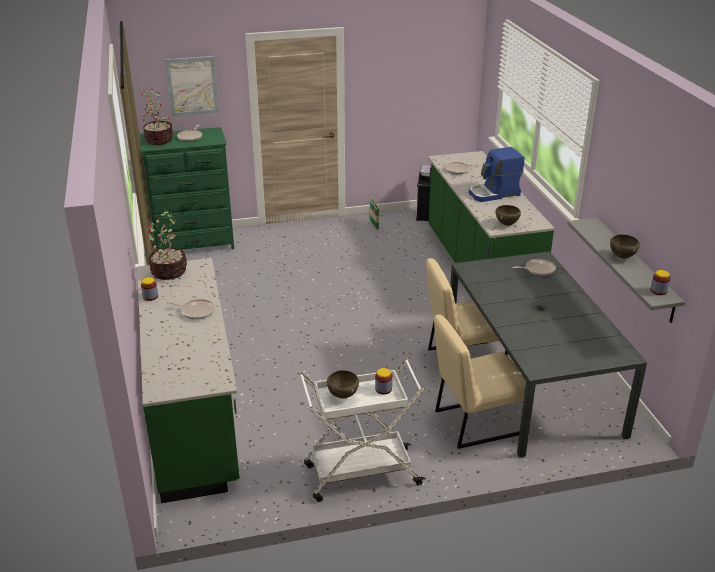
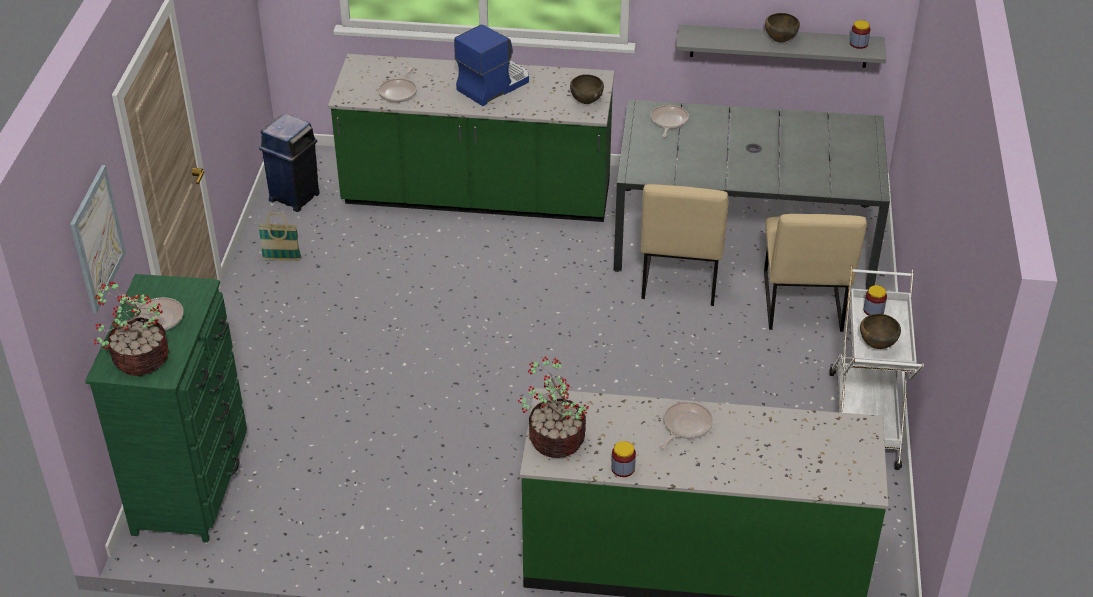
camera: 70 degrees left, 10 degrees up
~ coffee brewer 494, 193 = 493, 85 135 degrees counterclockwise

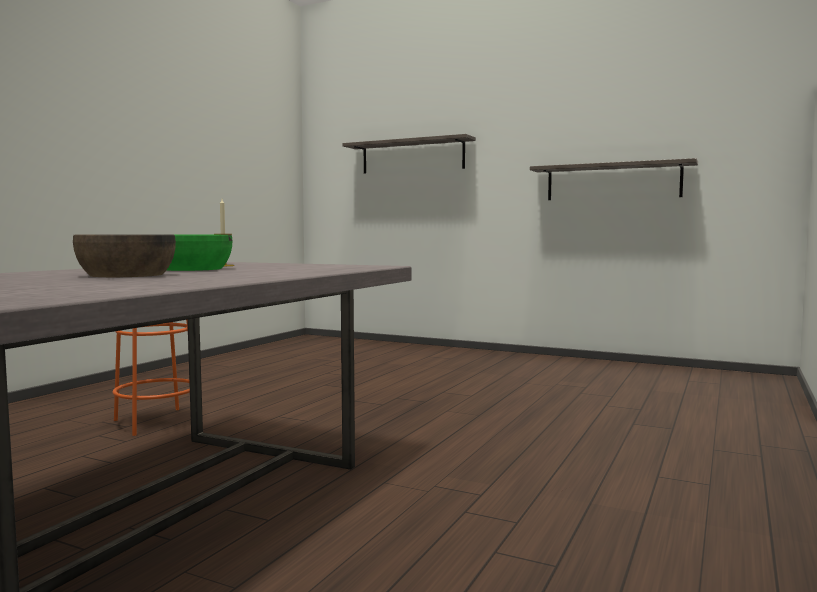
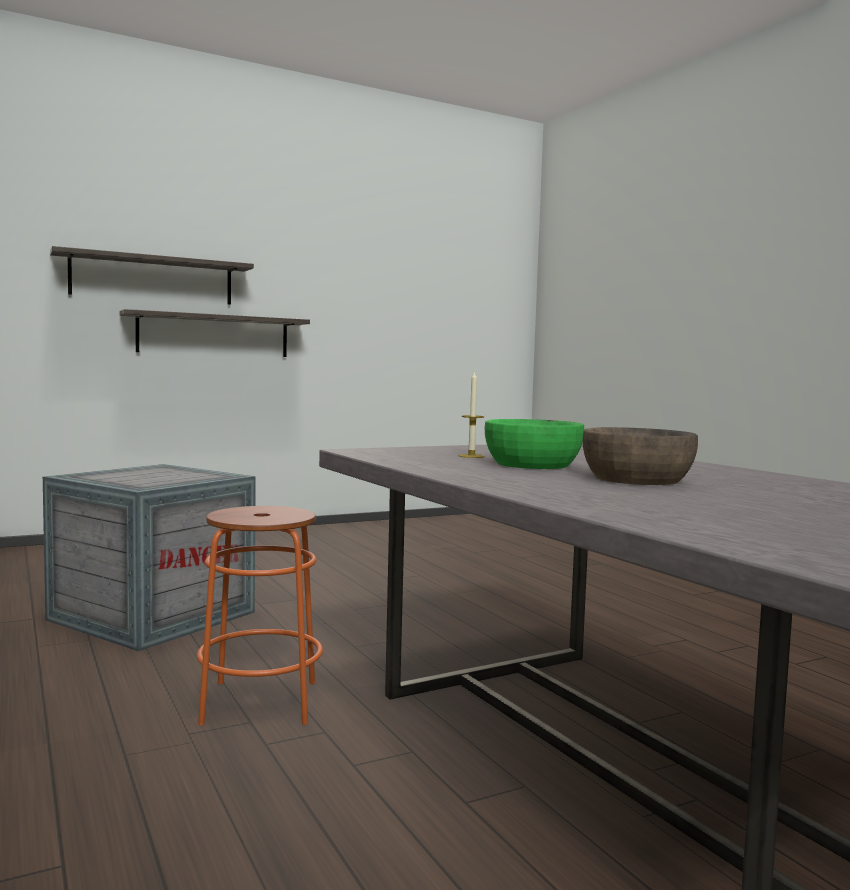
camera: 55 degrees left, 0 degrees up
+ crate 154, 615
~ wall shelf 612, 182 to 214, 335

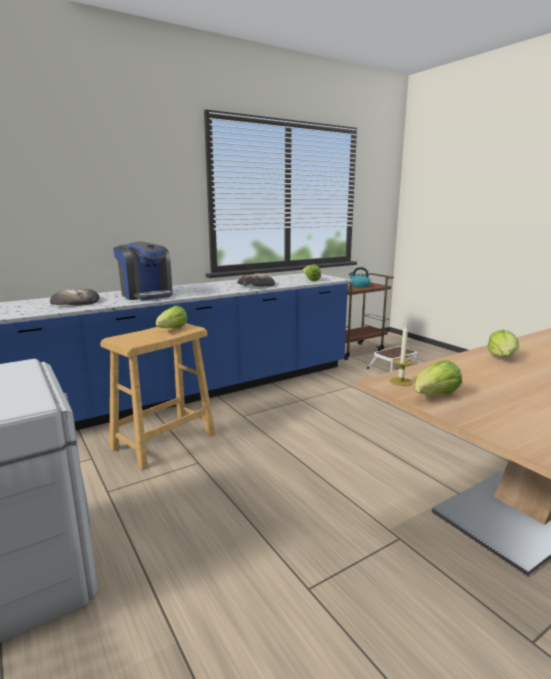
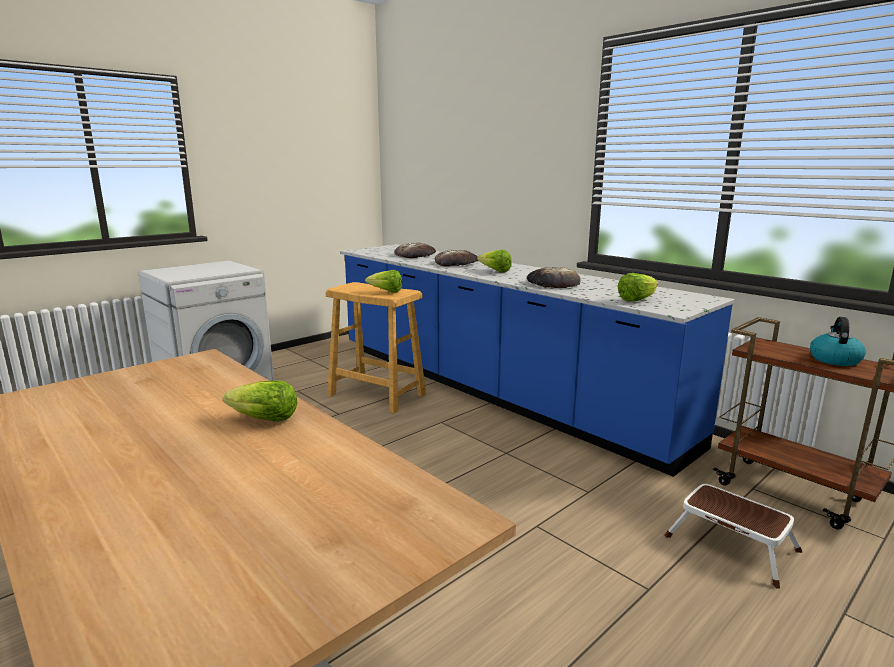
camera: 80 degrees right, 0 degrees up
- wax candle 400, 381
~ lettuce head 435, 396 to 495, 271
~ coffee brewer 146, 295 to bakery bread 456, 263

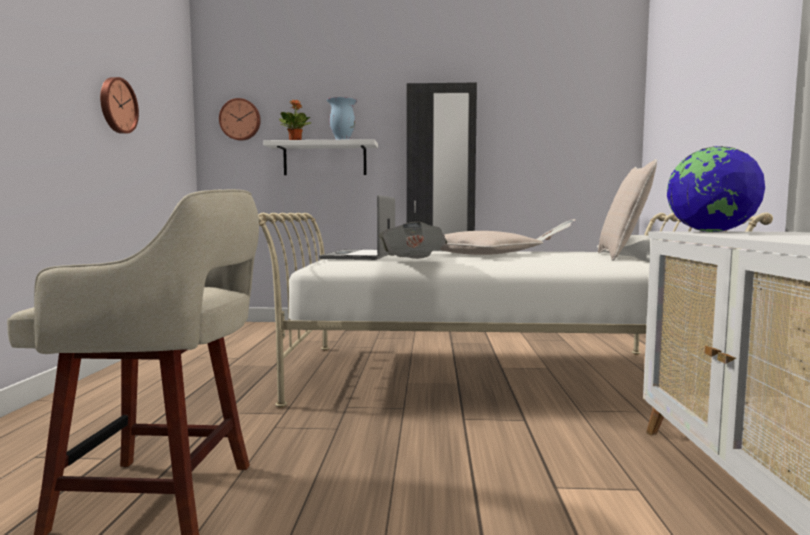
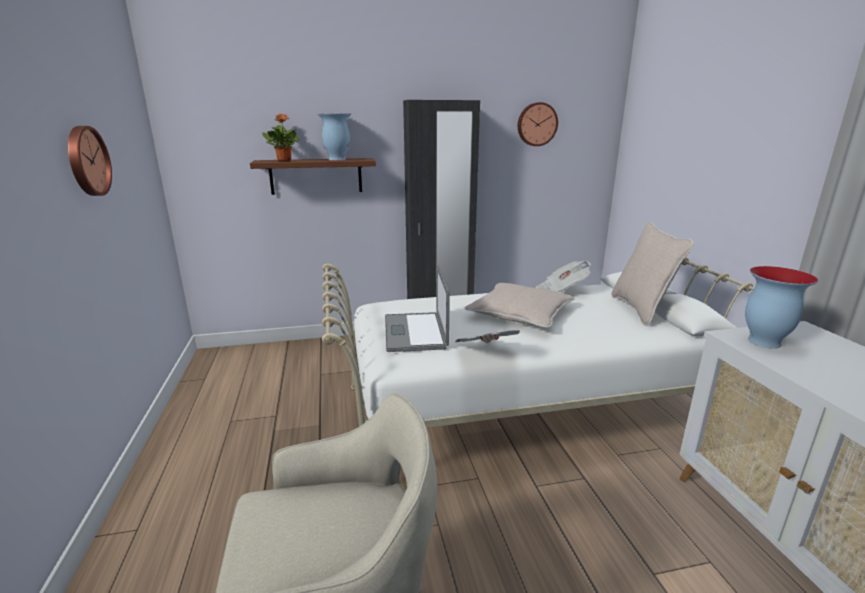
camera: 15 degrees left, 15 degrees up
~ clock on the wall 240, 120 to 536, 124
~ world globe 711, 232 to flower vase 763, 342
~ white wall shelf 325, 159 to brown-coloured wall shelf 316, 176

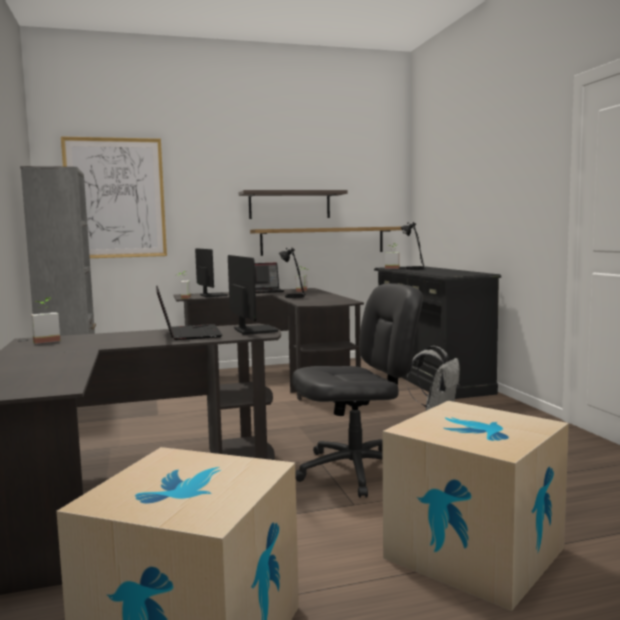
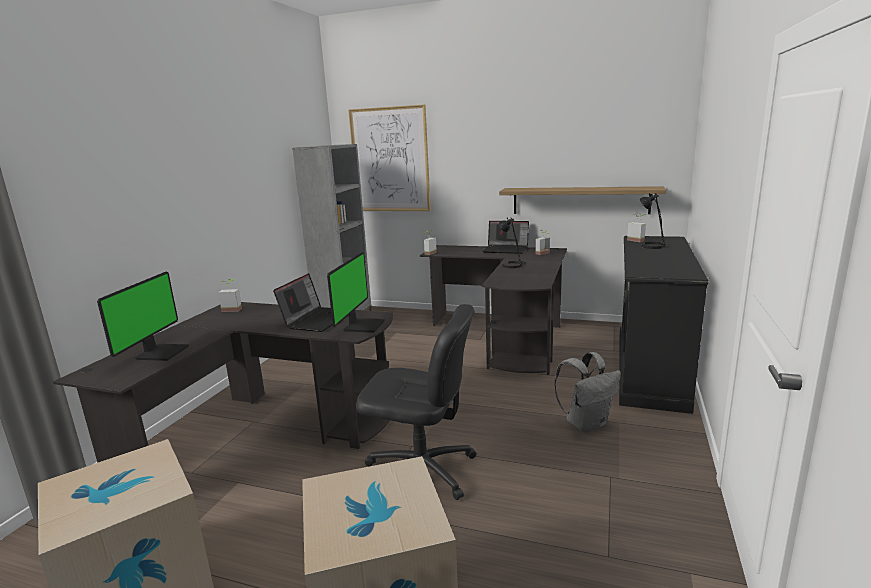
camera: 35 degrees right, 10 degrees up
- wall shelf 289, 205
~ monitor 212, 295 to 161, 352

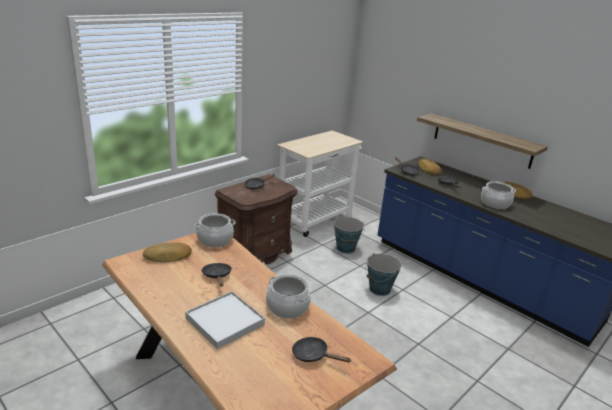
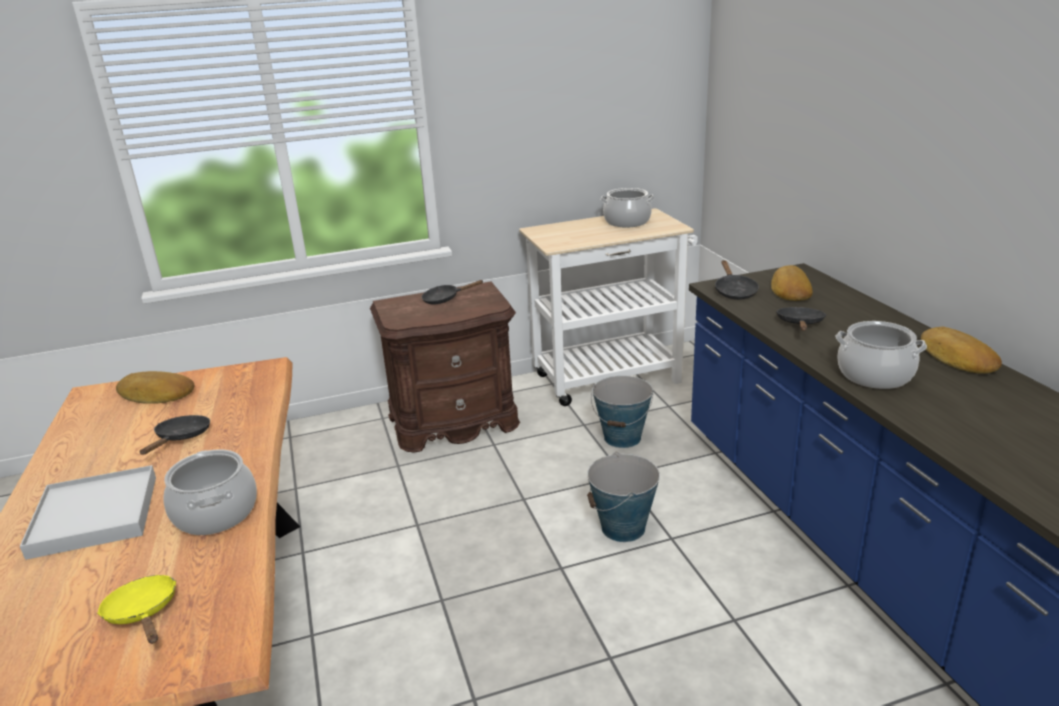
camera: 30 degrees right, 0 degrees up
- wall shelf 482, 140
~ stockpot 215, 240 to 627, 222
~ black-coloured frying pan 313, 355 to yellow frying pan 143, 613

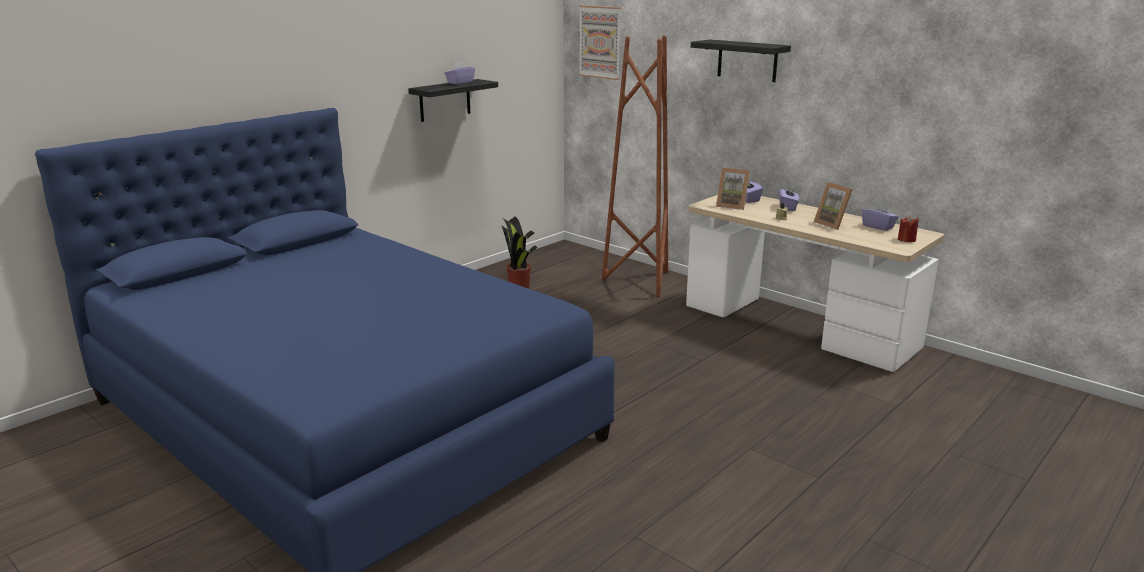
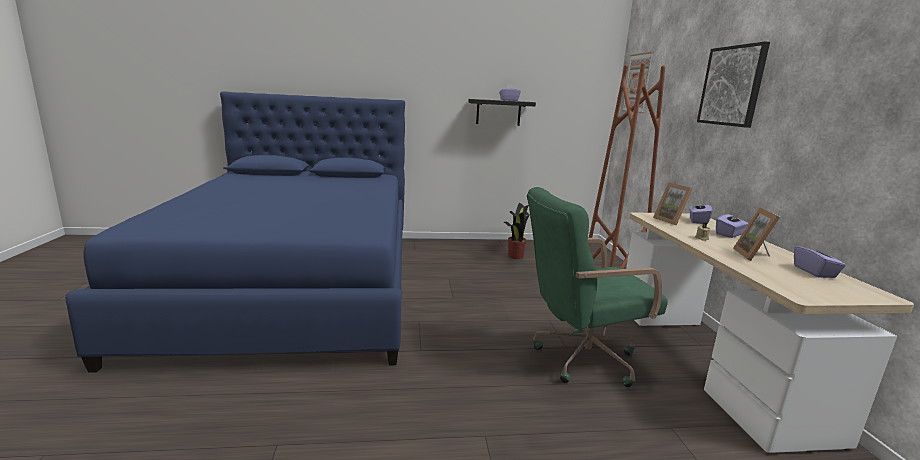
camera: 40 degrees right, 5 degrees down
- red-coloured wax candle 906, 240
+ greenish desk chair 580, 361
~ black-coloured wall shelf 747, 60 to wall art 732, 86

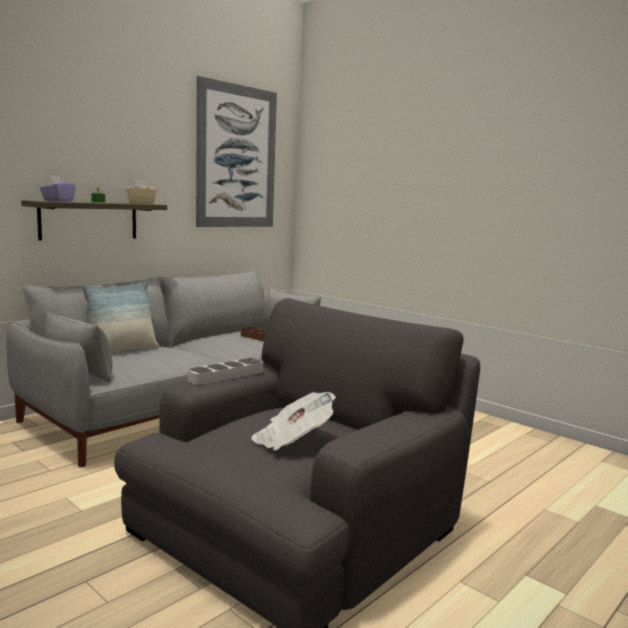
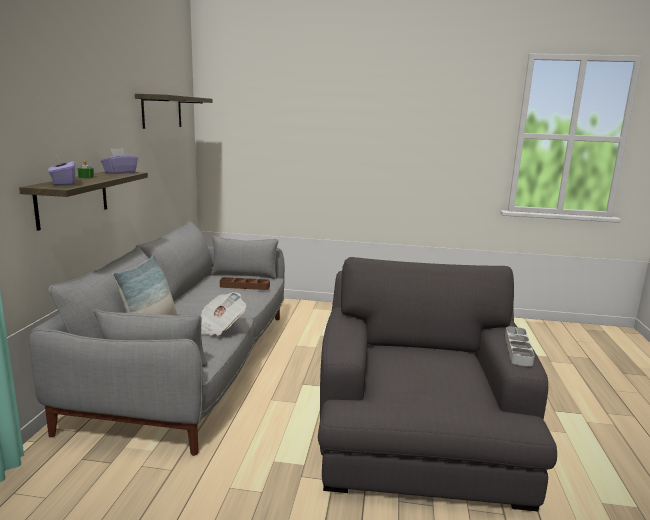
camera: 35 degrees left, 5 degrees up
~ greyish serving tray 226, 375 to 518, 349
~ printed paper 292, 440 to 218, 327
~ wall art 237, 157 to wall shelf 162, 111
~ beige-coloured tissue box 141, 203 to purple-coloured tissue box 120, 172

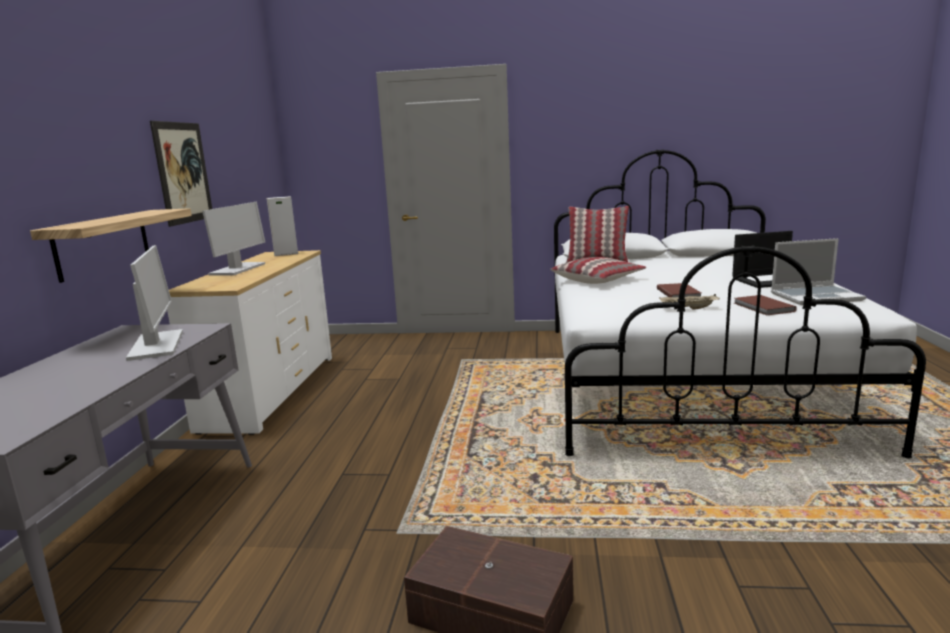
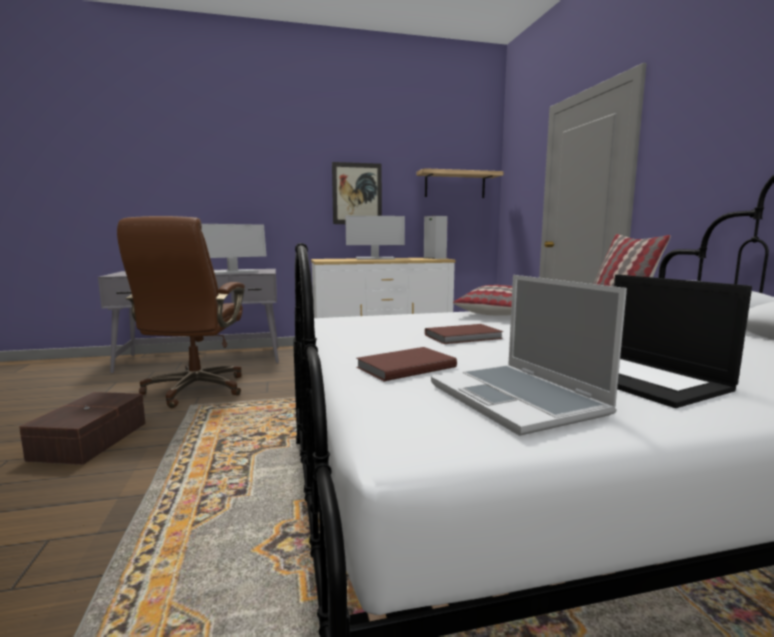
camera: 70 degrees right, 5 degrees down
- beige-coloured serving tray 688, 309
+ brown-coloured desk chair 197, 388
~ wall shelf 103, 243 to 455, 185

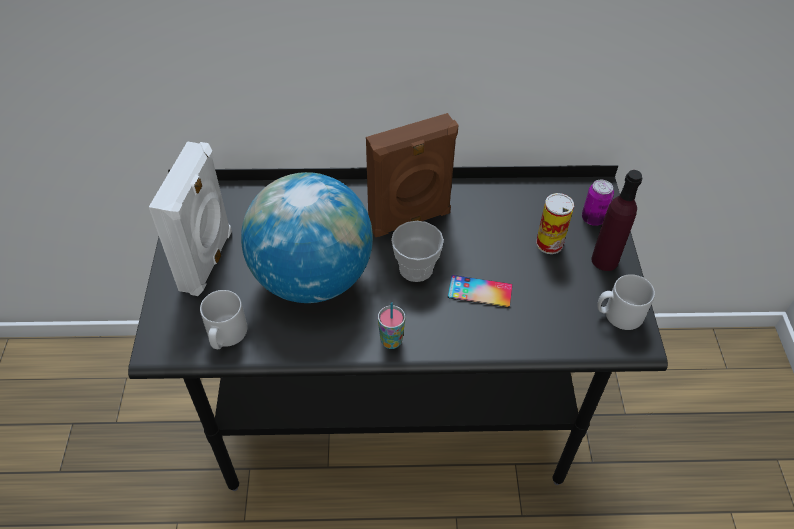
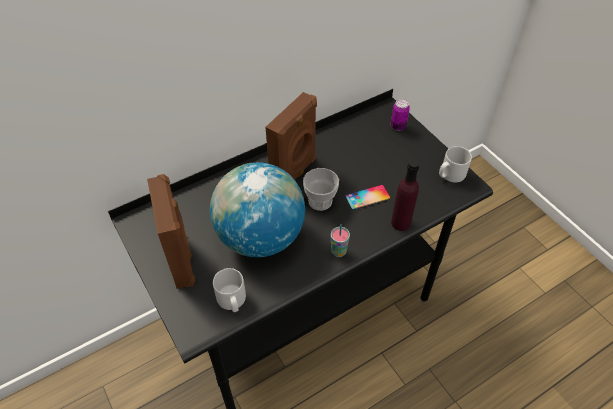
camera: 30 degrees left, 0 degrees up
- metal can 549, 243
~ purple-coloured drink bottle 604, 260 to 400, 223
~ white loudspeaker 208, 261 to brown-coloured loudspeaker 182, 259

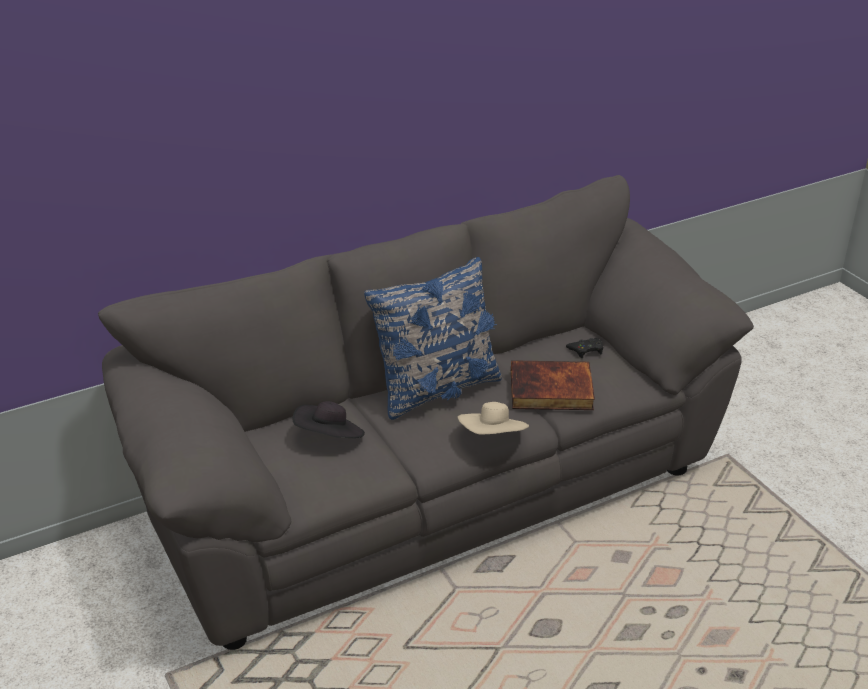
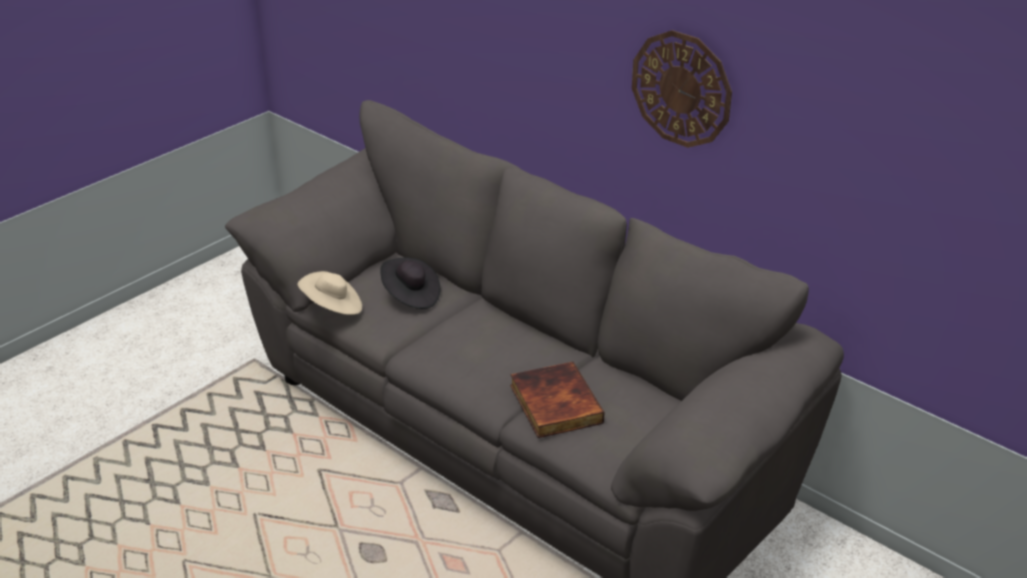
camera: 70 degrees right, 0 degrees up
- blue throw pillow 437, 391
- black-coloured joypad 586, 350
+ clock on the wall 681, 89
~ beige-coloured clothing hat 493, 438 to 332, 307

